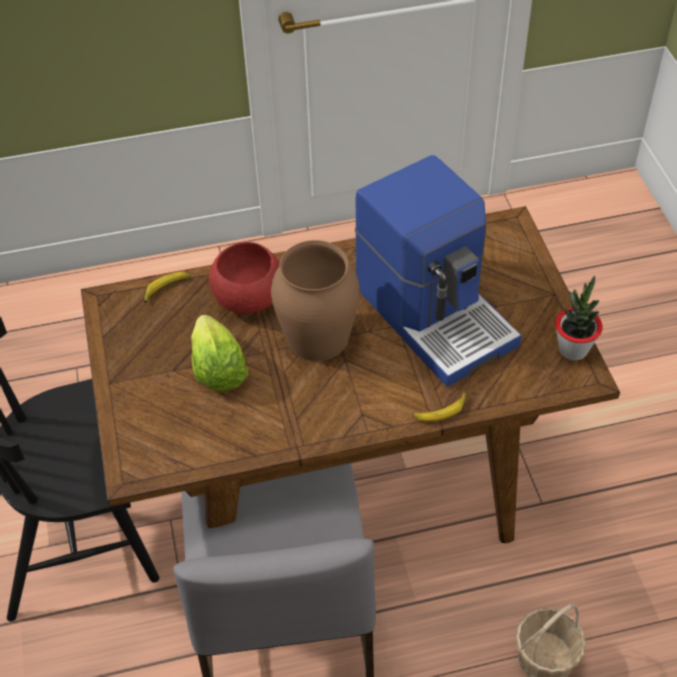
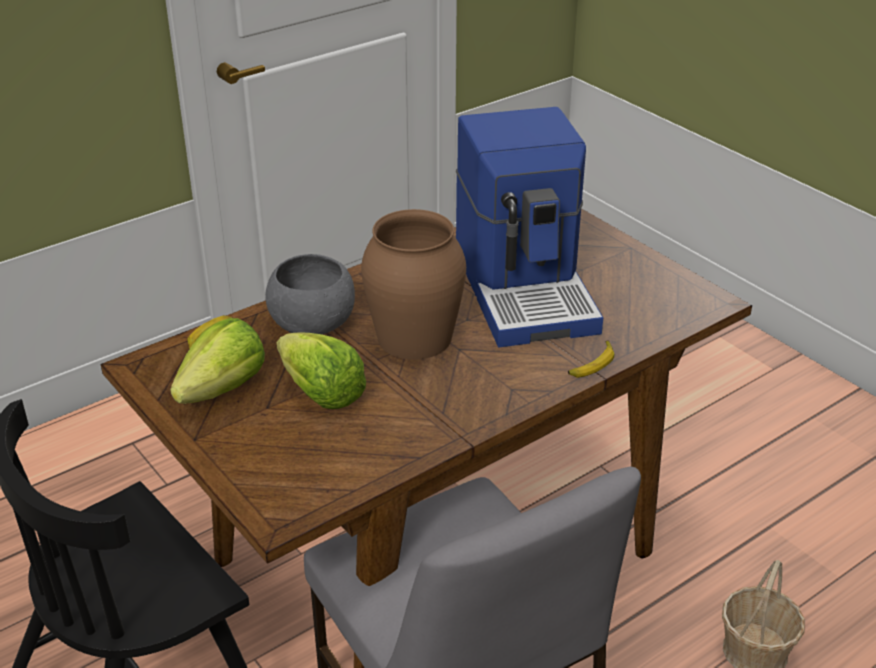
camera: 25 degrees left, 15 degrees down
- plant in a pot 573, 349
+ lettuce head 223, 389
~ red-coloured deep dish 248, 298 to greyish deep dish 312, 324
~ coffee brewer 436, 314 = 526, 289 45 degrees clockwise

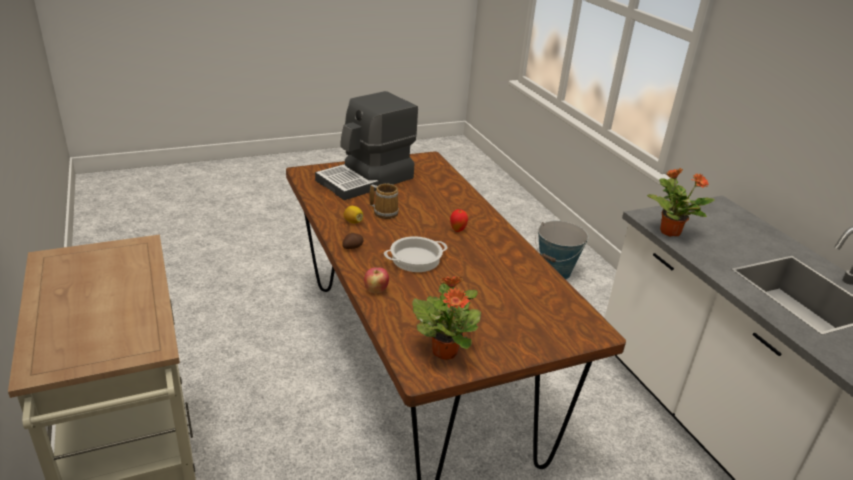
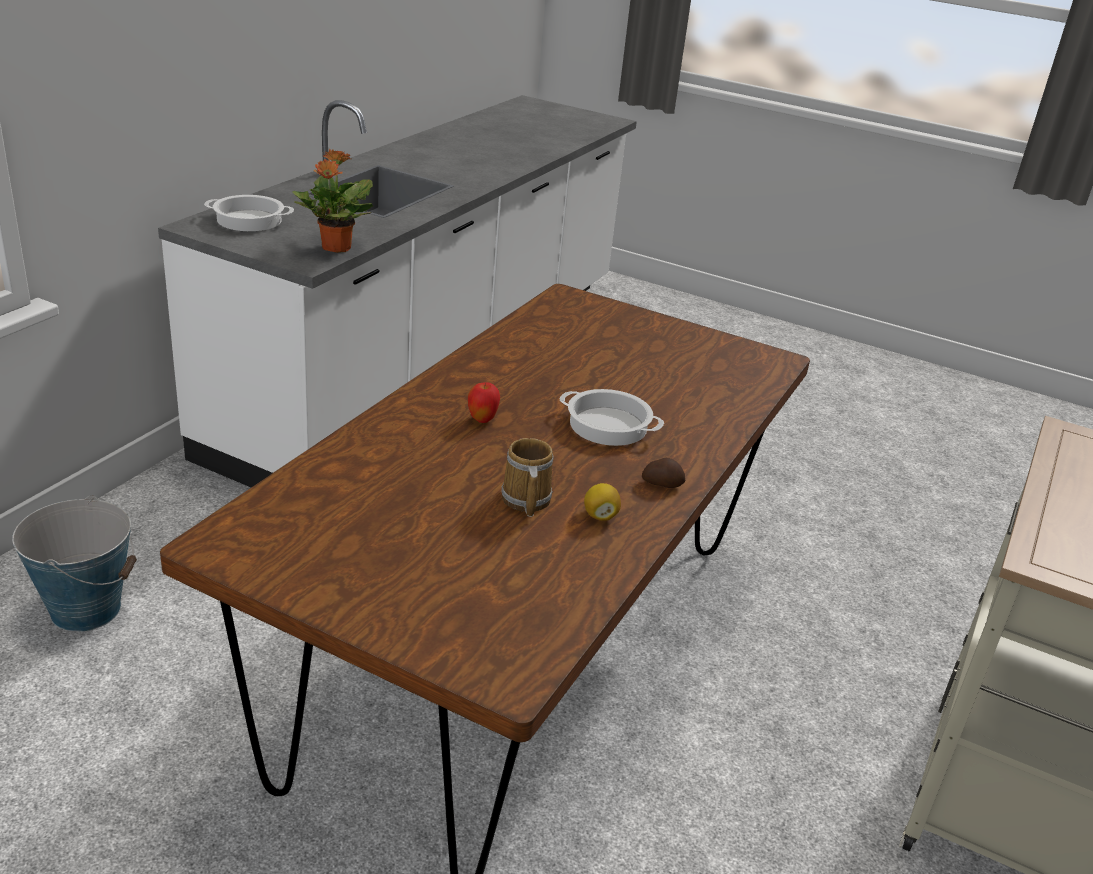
camera: 130 degrees left, 0 degrees up
- coffee brewer 367, 179
- whole apple 376, 290
- plant in a pot 445, 351
+ stockpot 248, 220

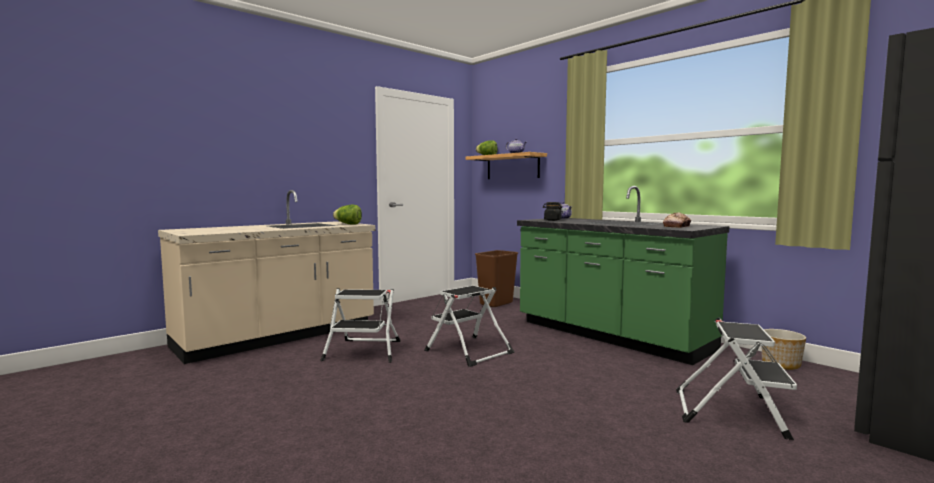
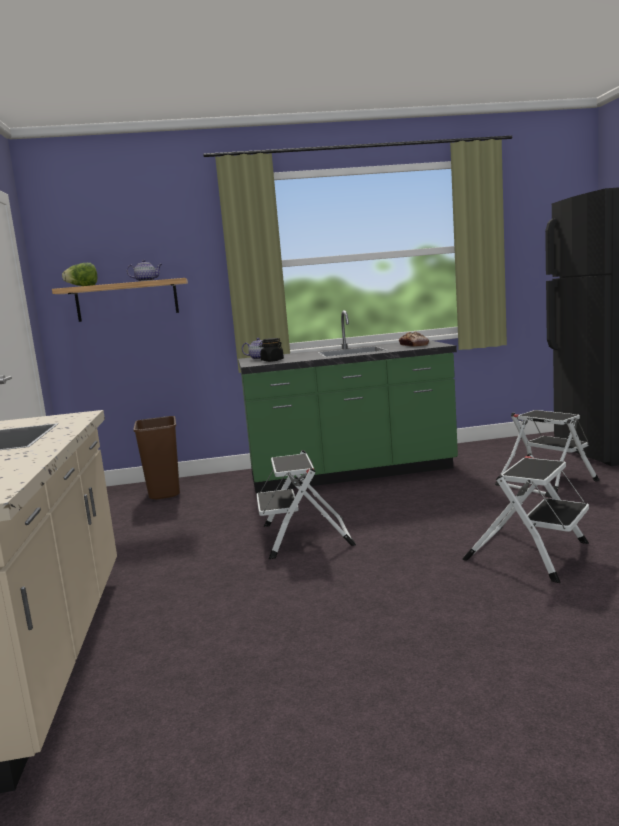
camera: 55 degrees left, 5 degrees up
- lettuce head 348, 224
- flower pot 781, 364
~ step ladder 364, 351 to 528, 553

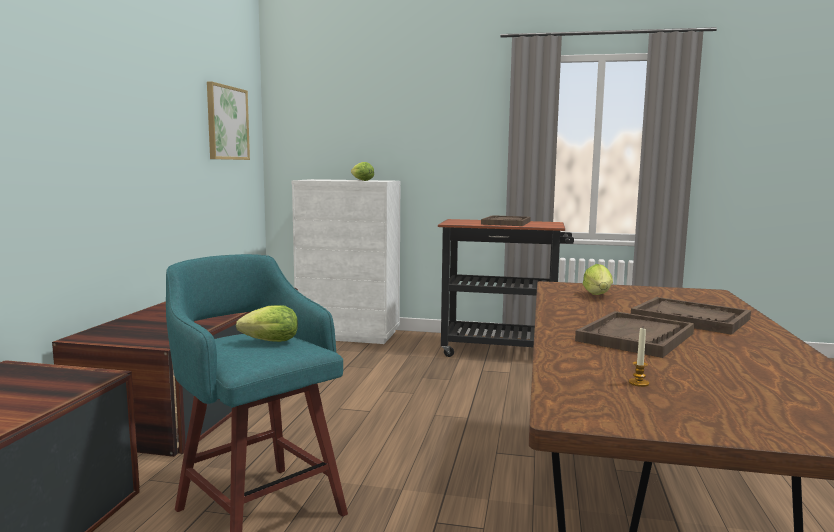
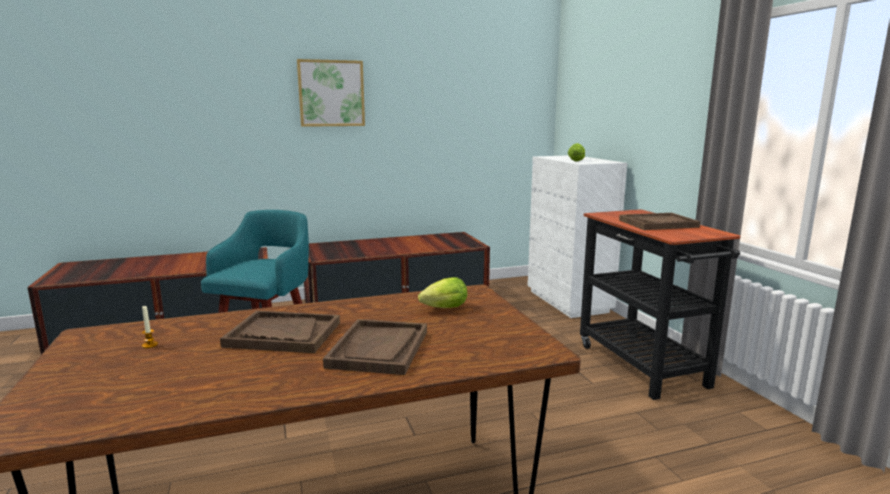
camera: 60 degrees right, 5 degrees up
- lettuce head 267, 342
~ wall art 227, 123 to 331, 93

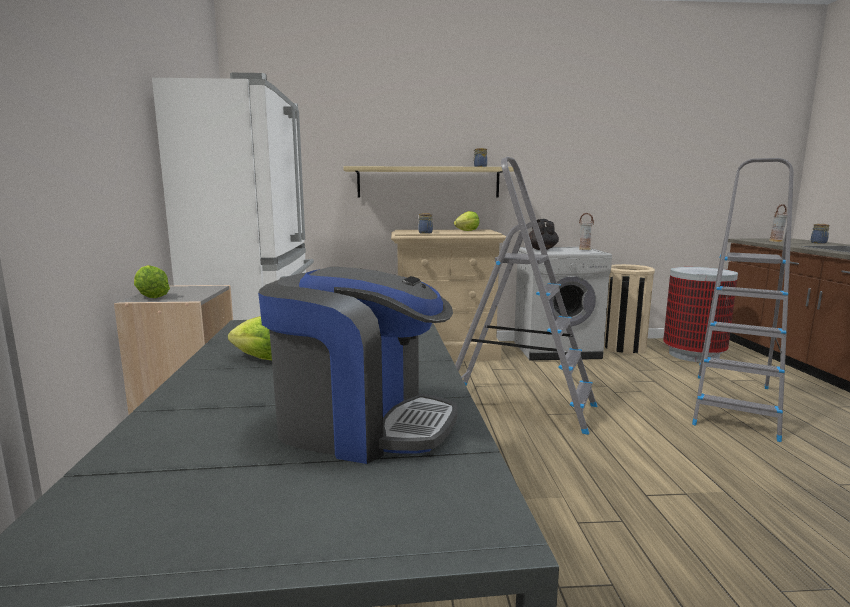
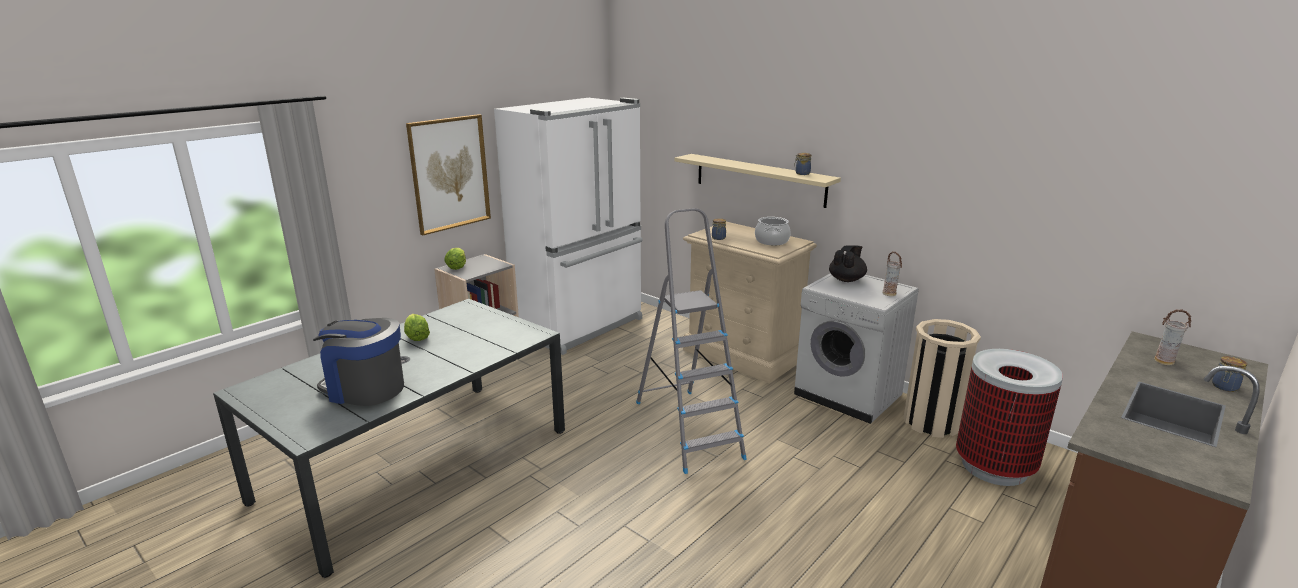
camera: 45 degrees right, 10 degrees up
- greyish step ladder 733, 405
+ wall art 449, 173
~ lettuce head 467, 231 to stockpot 772, 241
~ coffee brewer 361, 424 = 365, 389 135 degrees clockwise

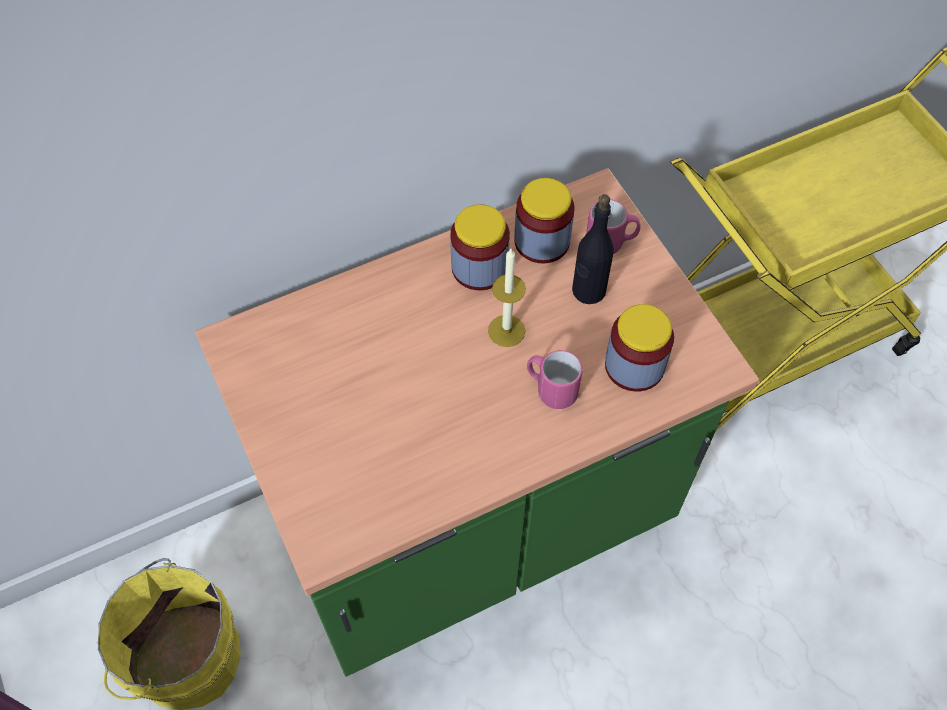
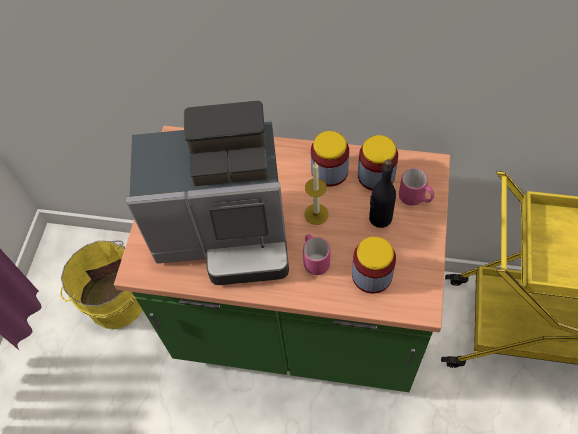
camera: 40 degrees right, 0 degrees up
+ coffee brewer 227, 234

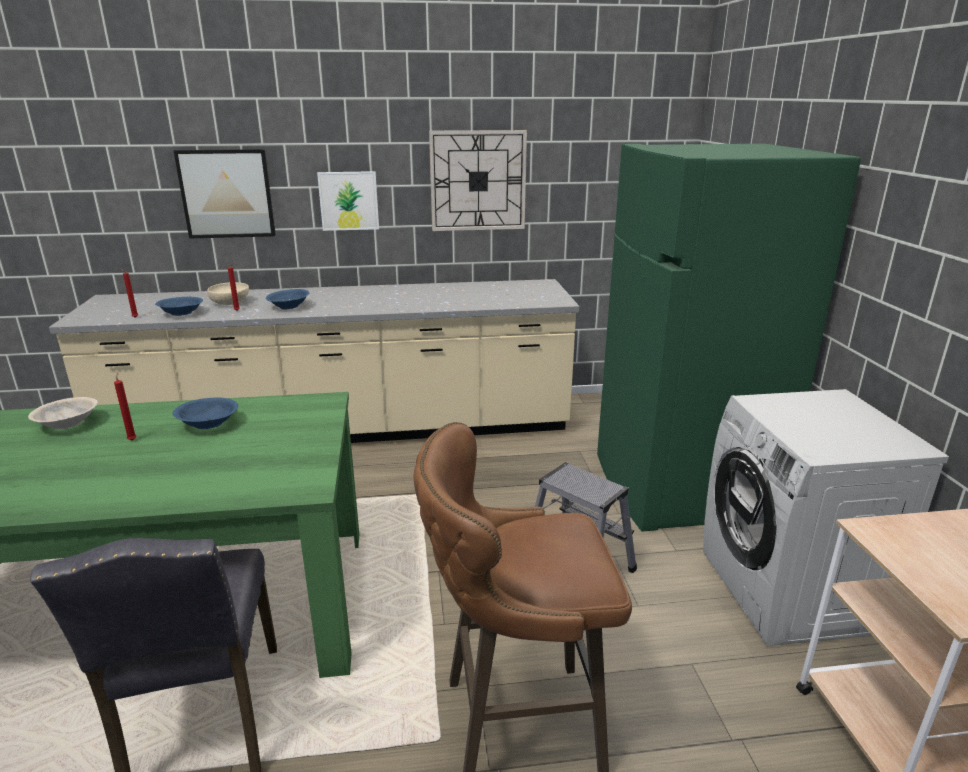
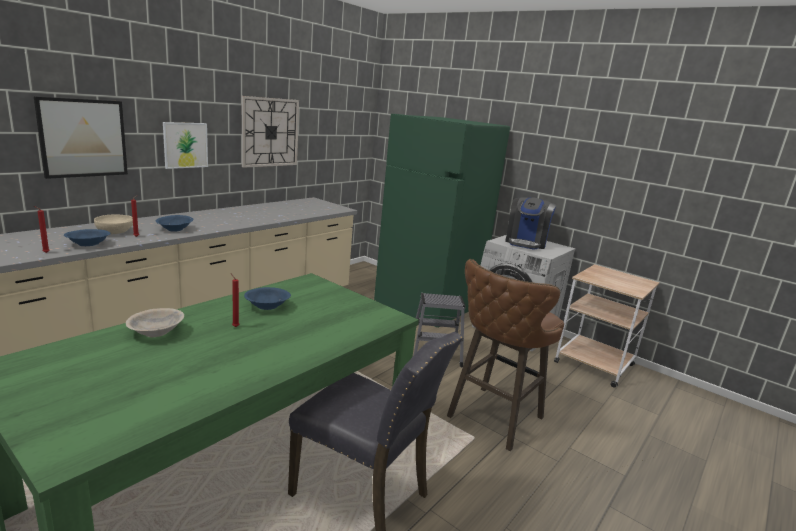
camera: 45 degrees left, 5 degrees down
+ coffee brewer 526, 242

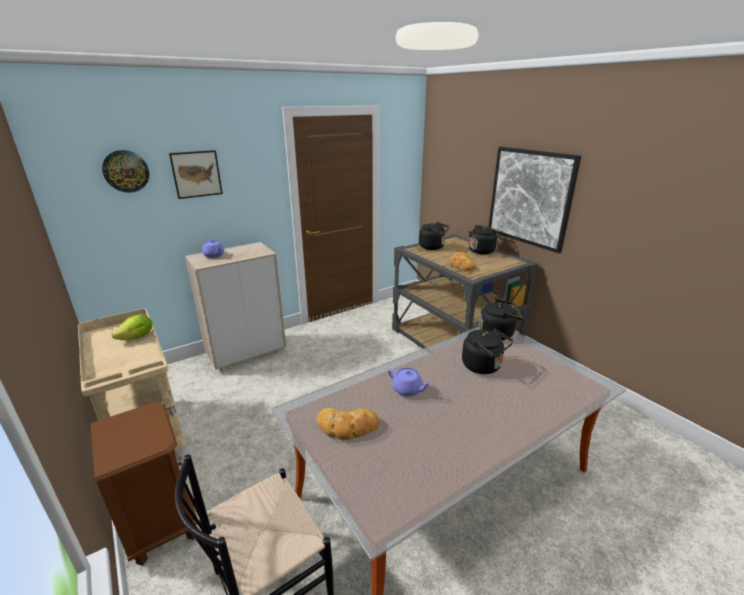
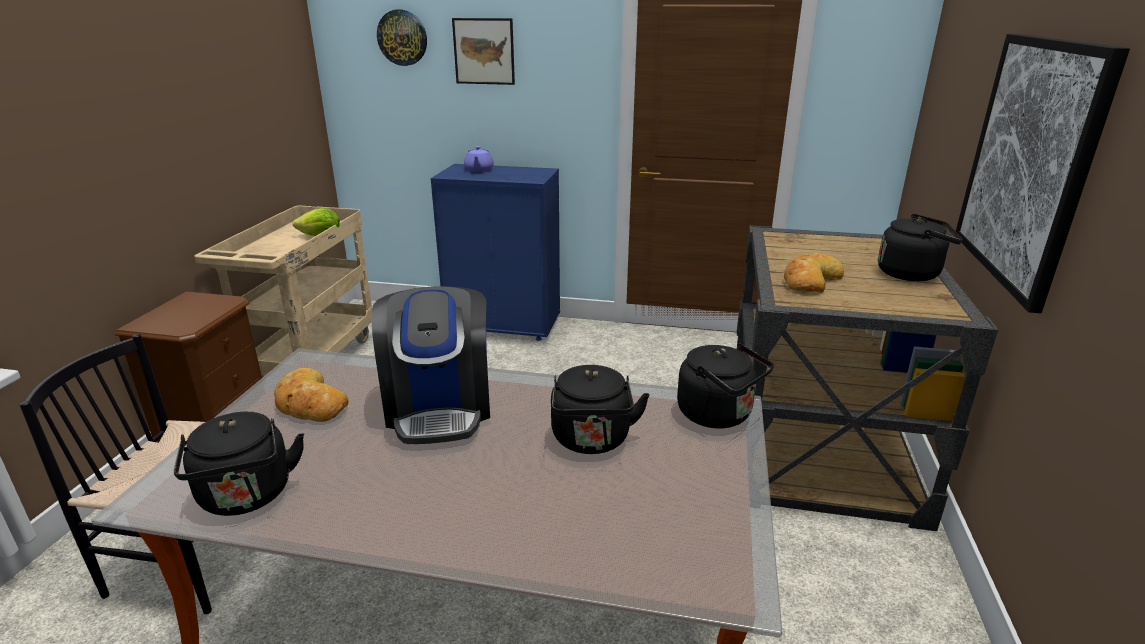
camera: 45 degrees right, 0 degrees up
~ black-coloured water kettle 433, 247 to 247, 497
~ purple-coloured teapot 408, 390 to coffee brewer 439, 407
~ beige-coloured cupboard 247, 353 to blue cupboard 505, 327

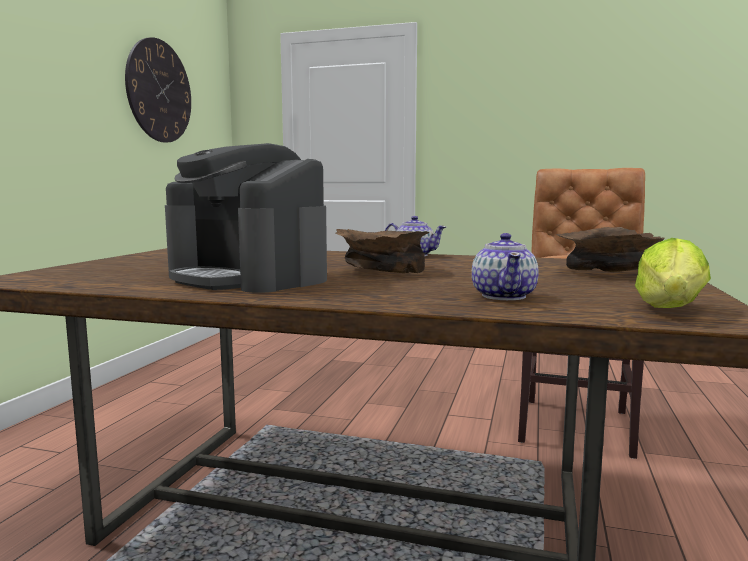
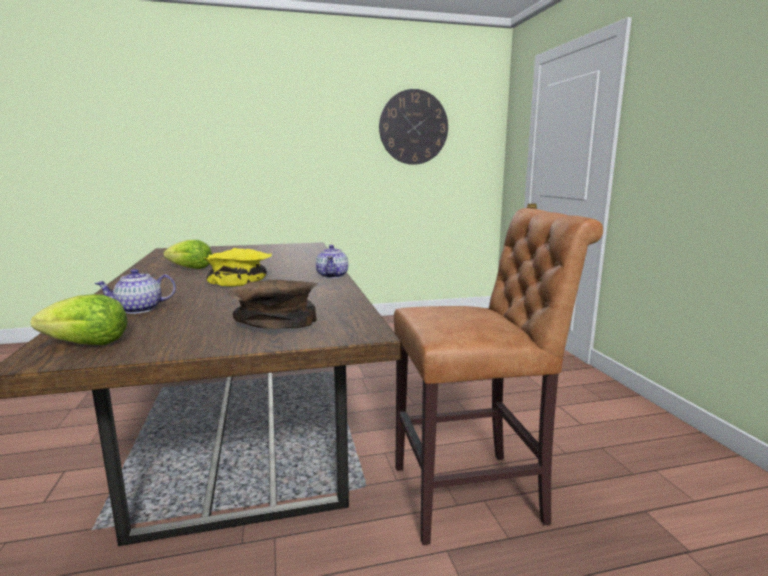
camera: 60 degrees right, 5 degrees up
~ coffee brewer 248, 278 to lettuce head 191, 268
~ brown-coloured deep dish 383, 270 to yellow deep dish 240, 280

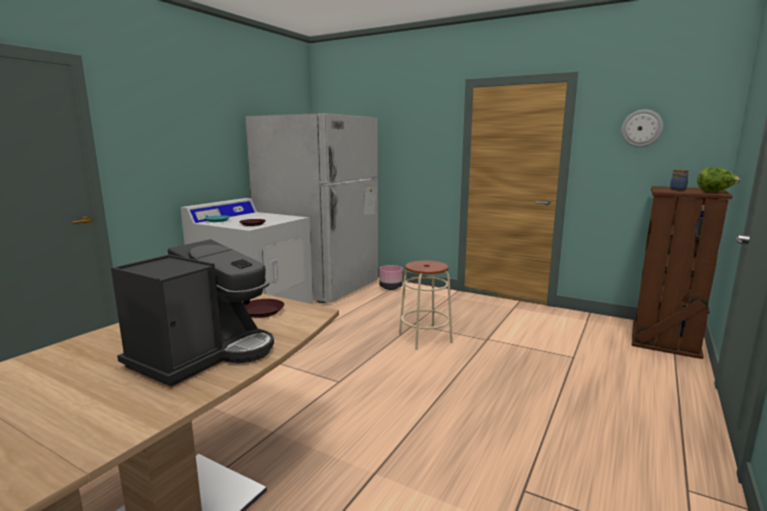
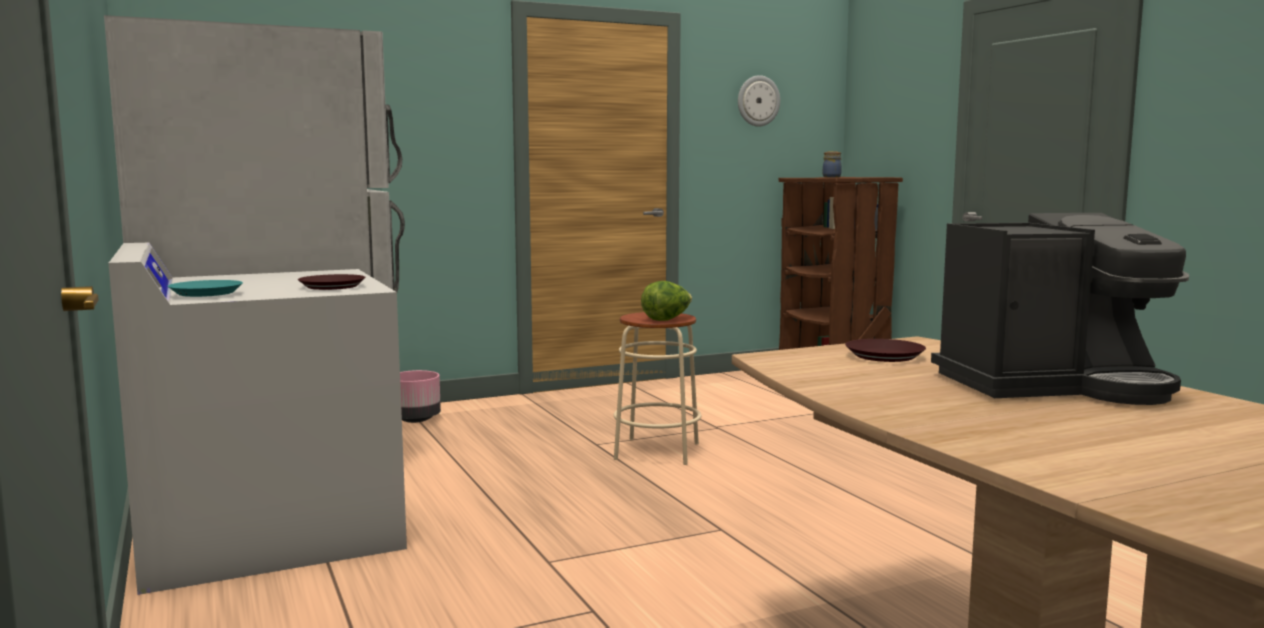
camera: 55 degrees left, 5 degrees down
~ lettuce head 715, 191 to 667, 319
~ coffee brewer 204, 354 = 1053, 385 105 degrees clockwise

